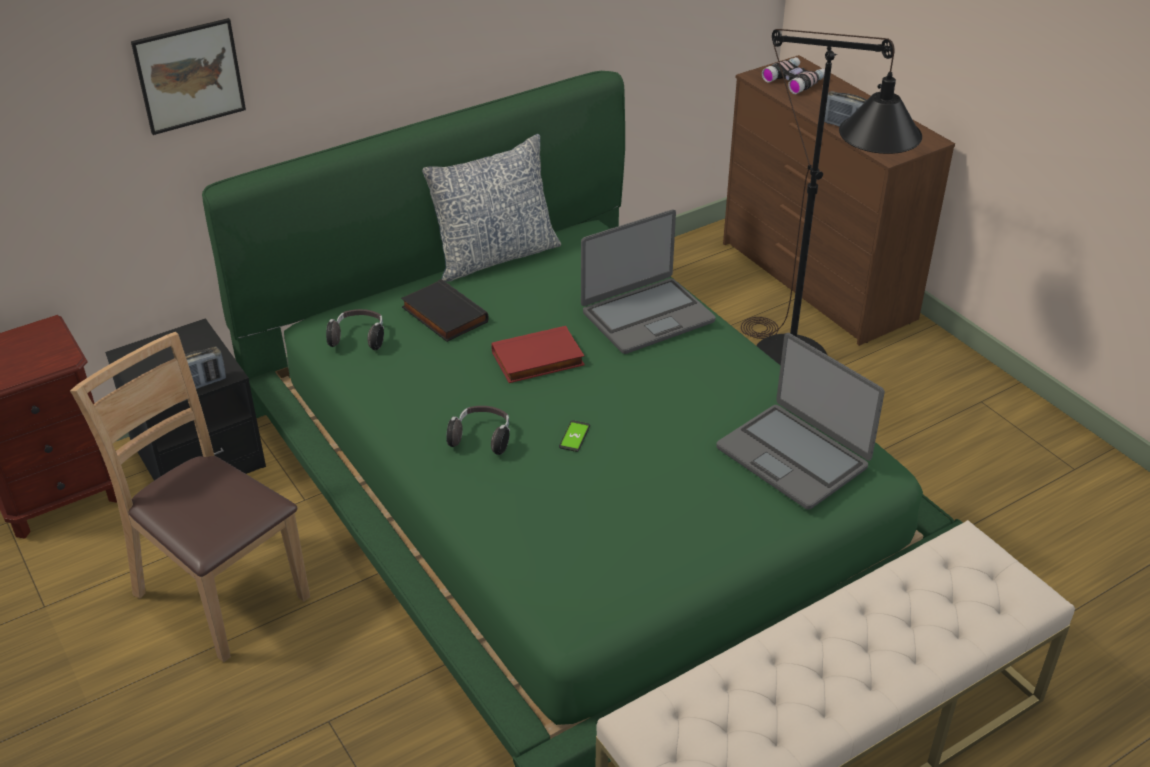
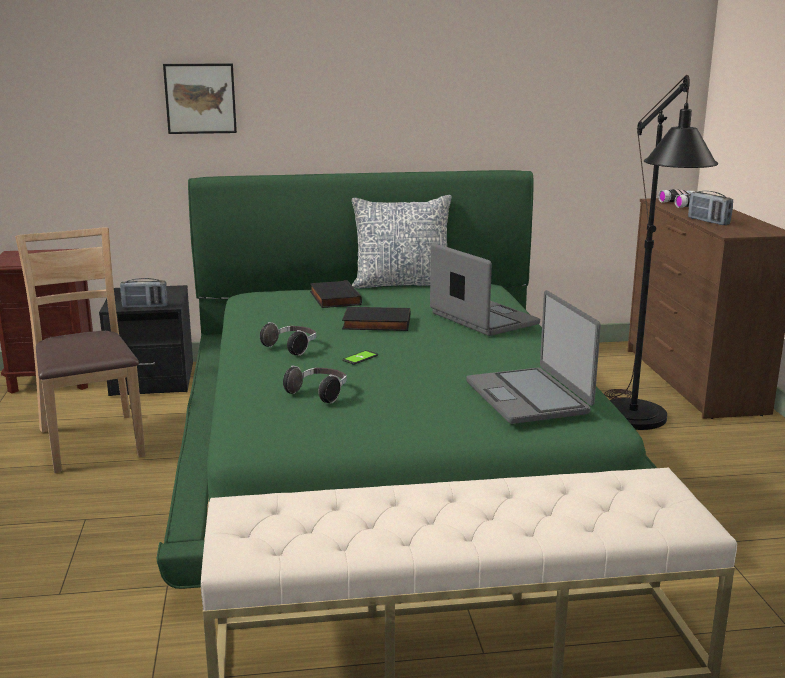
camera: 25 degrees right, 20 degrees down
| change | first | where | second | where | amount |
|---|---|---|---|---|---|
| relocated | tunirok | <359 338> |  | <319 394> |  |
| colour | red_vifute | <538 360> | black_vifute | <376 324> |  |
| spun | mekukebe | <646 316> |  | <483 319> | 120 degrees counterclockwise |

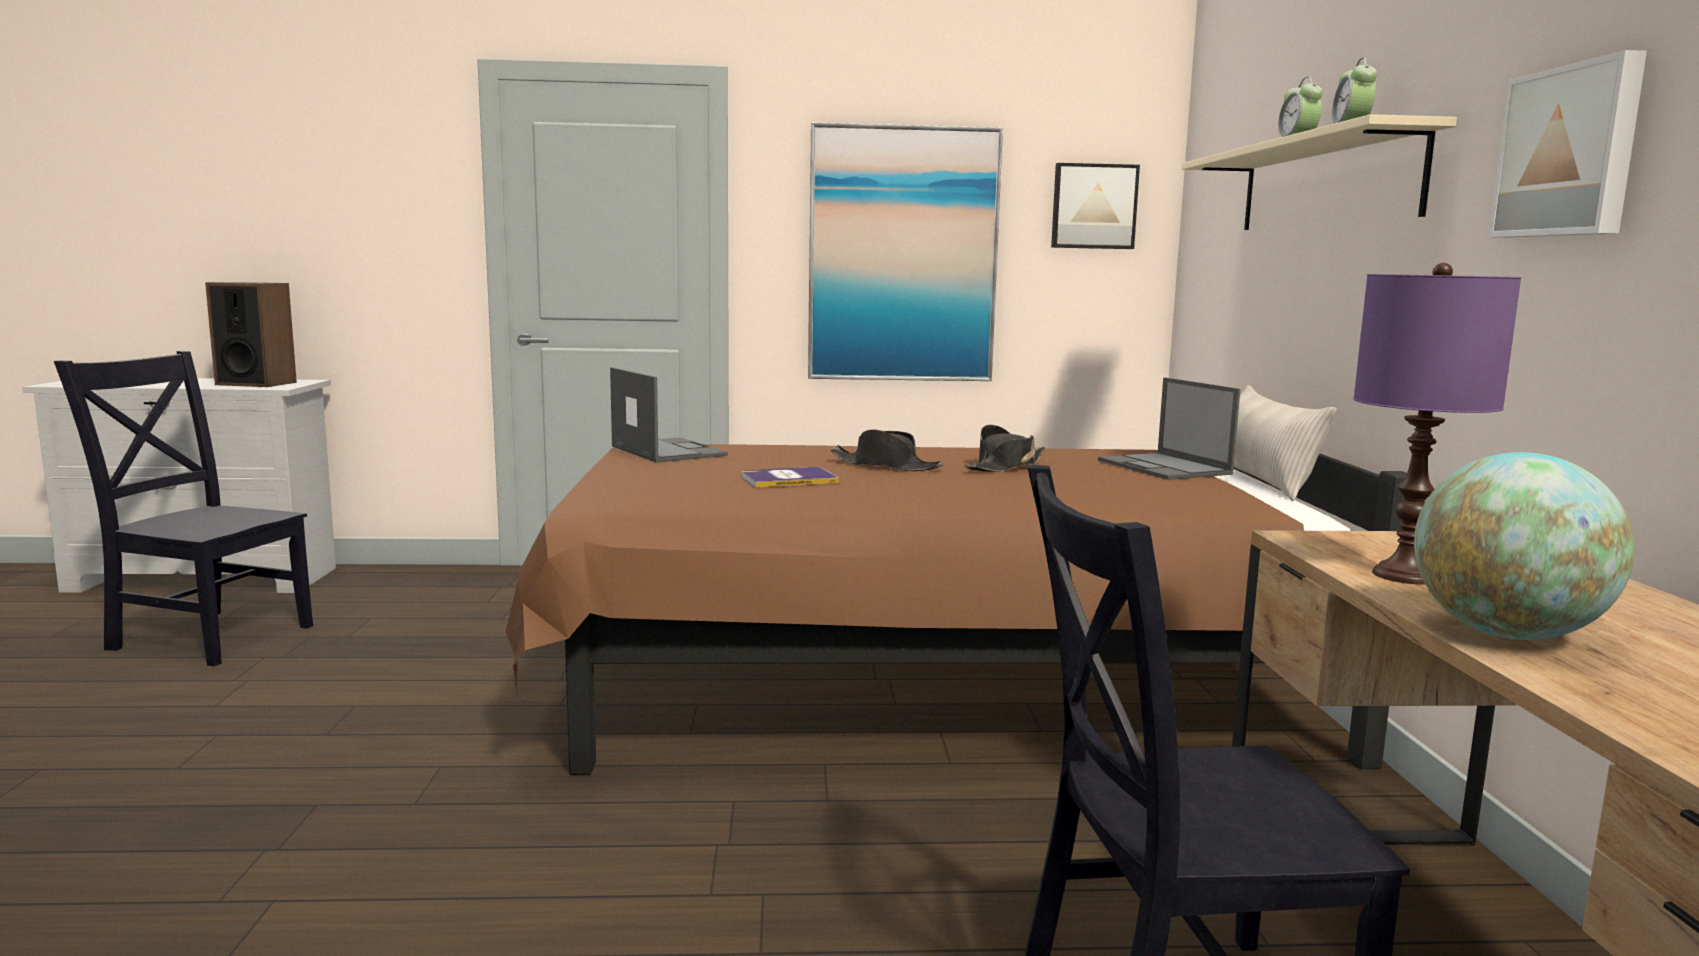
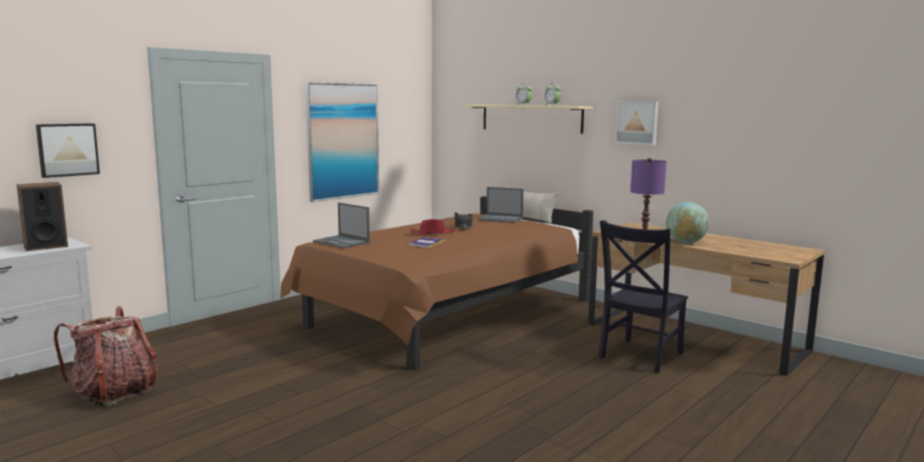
camera: 45 degrees left, 0 degrees up
| change | first | where | second | where | amount |
|---|---|---|---|---|---|
| exchanged | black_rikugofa | <207 636> | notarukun | <114 392> |  |
| spun | mekukebe | <667 451> |  | <342 242> | 150 degrees counterclockwise |
| colour | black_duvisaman | <886 466> | red_duvisaman | <432 233> |  |
| relocated | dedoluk | <1093 206> |  | <67 149> |  |

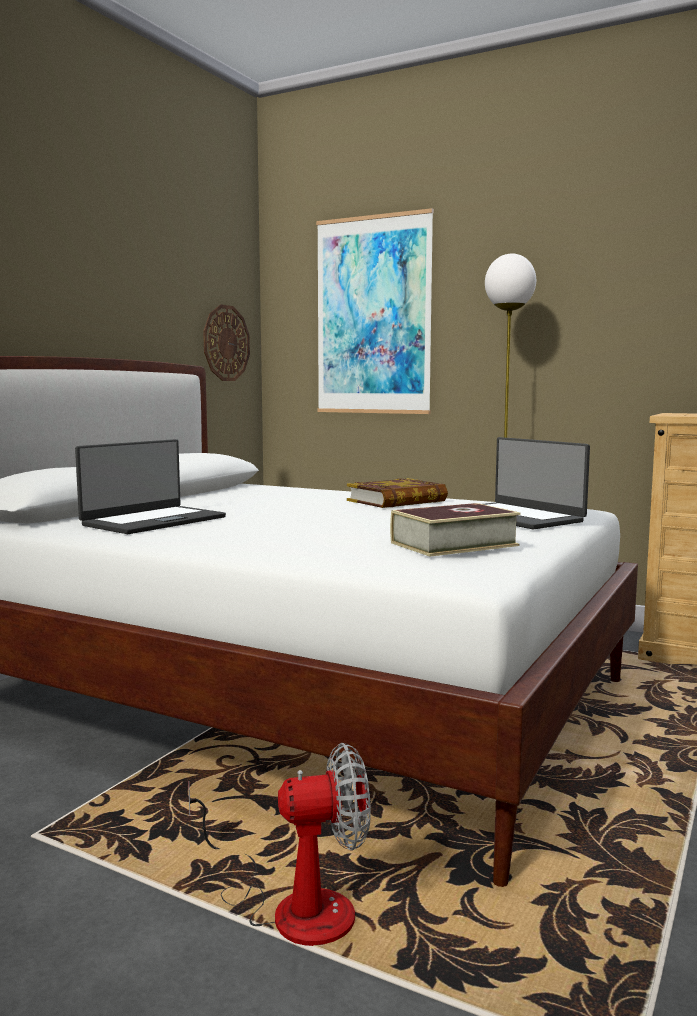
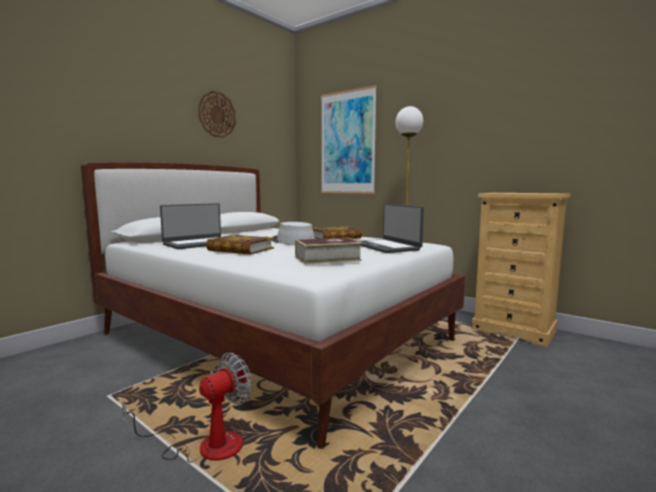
camera: 10 degrees right, 0 degrees up
| change | first | where | second | where | amount |
|---|---|---|---|---|---|
| spun | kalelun | <292 906> |  | <205 446> | 45 degrees counterclockwise |
| relocated | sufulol | <226 343> |  | <217 114> |  |
| appeared |  |  | vifute | <240 249> |  |
| appeared |  |  | grey_duvisaman | <292 241> |  |

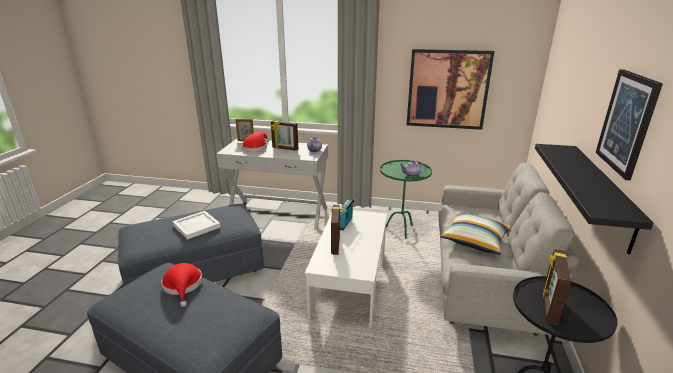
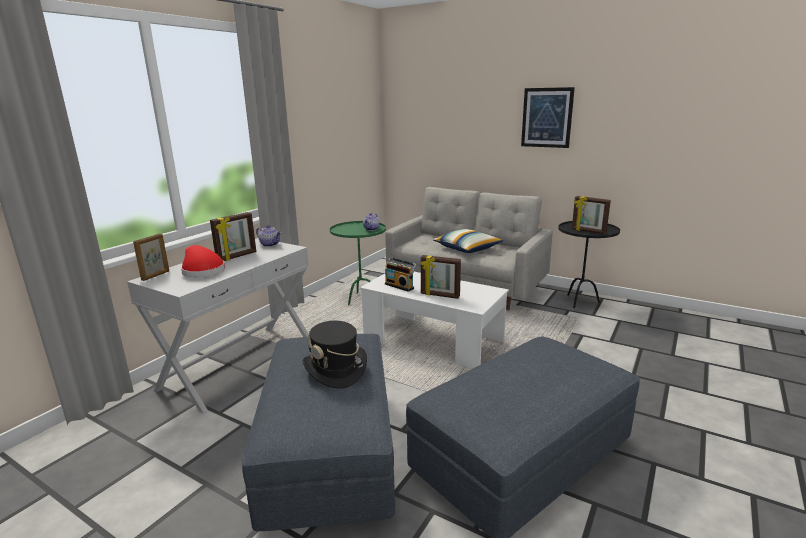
camera: 70 degrees left, 5 degrees down
| change | first | where | second | where | amount |
|---|---|---|---|---|---|
| missing | red_duvisaman | <183 286> |  |  |  |
| exchanged | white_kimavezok | <196 226> | black_duvisaman | <336 369> |  |
| missing | dedoluk | <447 89> |  |  |  |
| missing | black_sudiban | <601 194> |  |  |  |

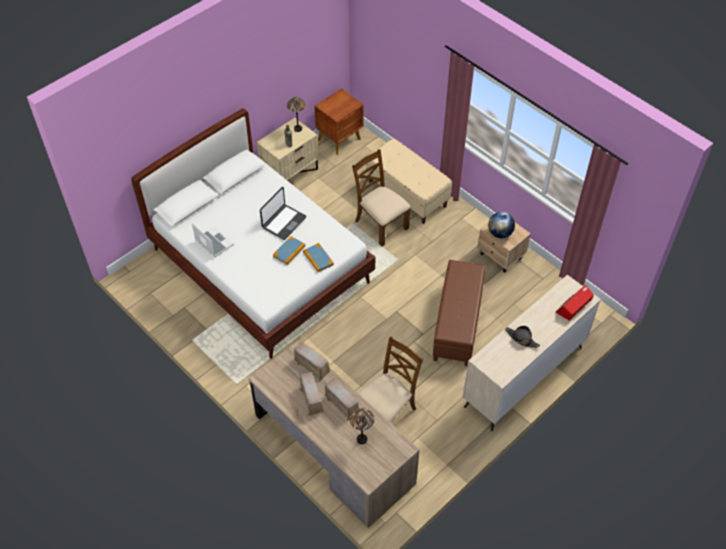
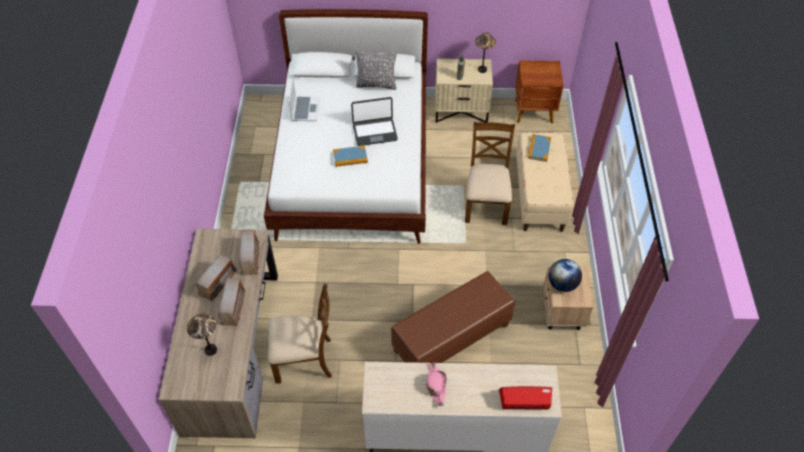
camera: 45 degrees right, 0 degrees up
| change | first | where | second | where | amount |
|---|---|---|---|---|---|
| relocated | vifute | <318 258> |  | <539 149> |  |
| colour | black_duvisaman | <521 339> | pink_duvisaman | <436 385> |  |
| appeared |  |  | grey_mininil | <376 84> |  |

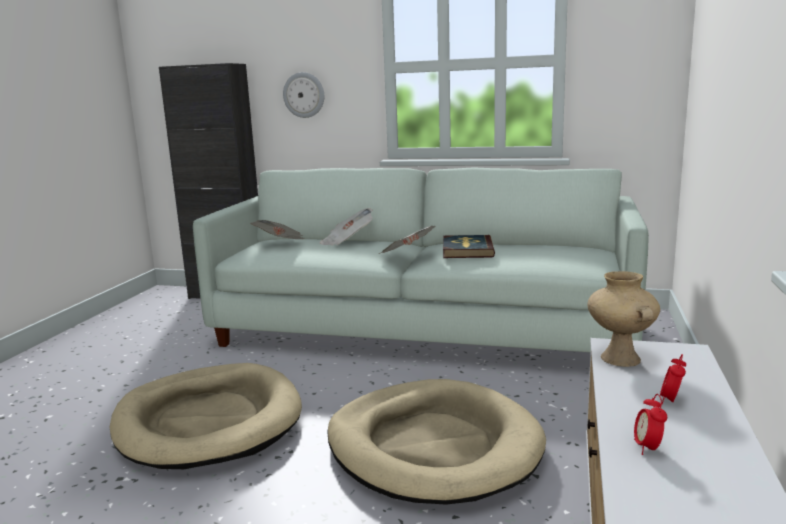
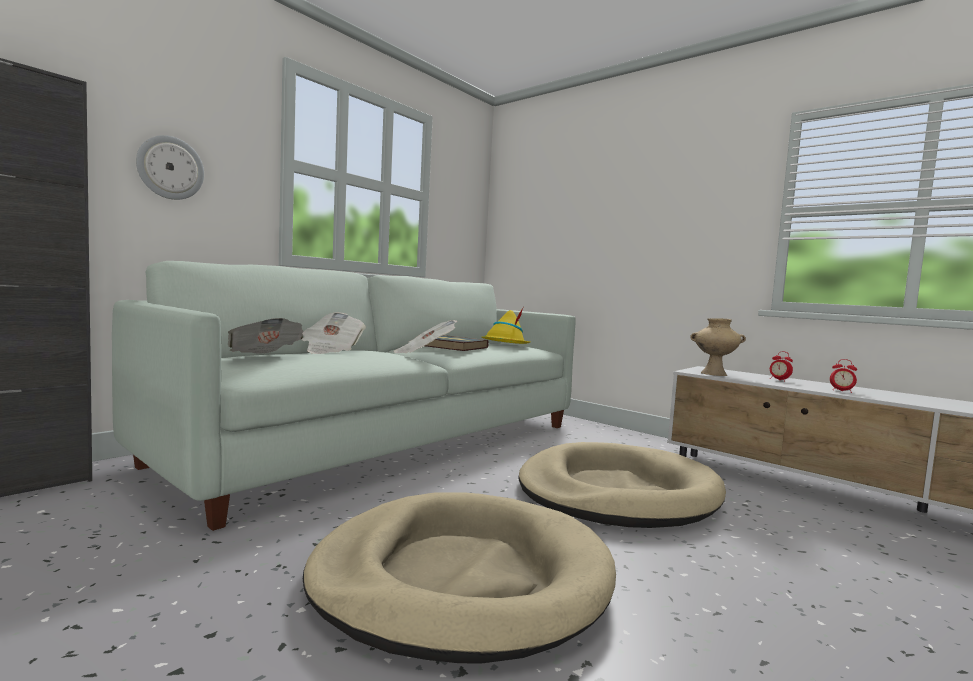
camera: 65 degrees left, 10 degrees down
| change | first | where | second | where | amount |
|---|---|---|---|---|---|
| appeared |  |  | yellow_duvisaman | <505 344> |  |

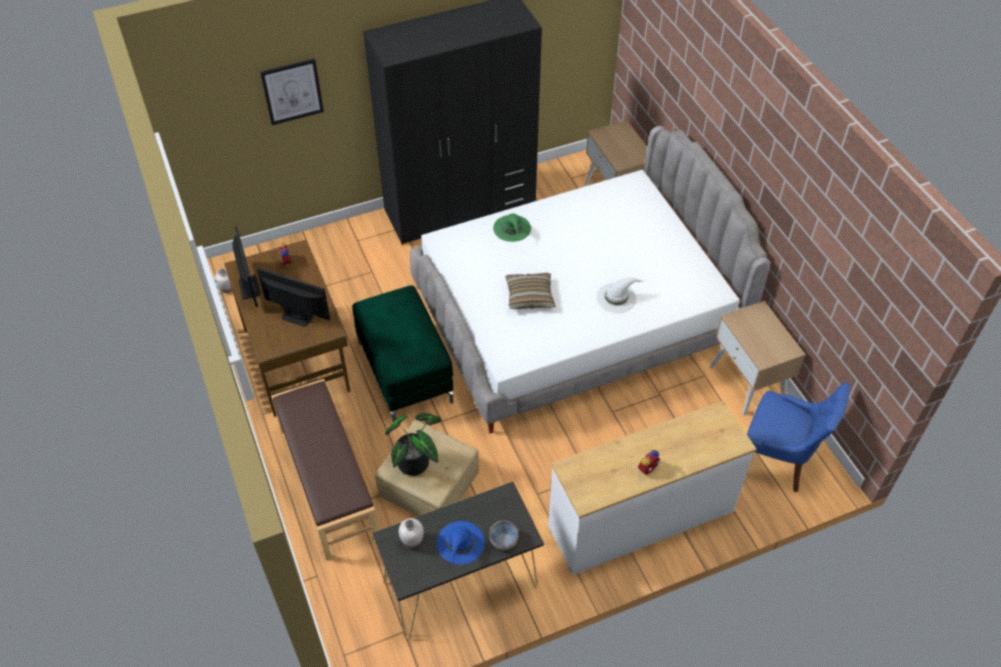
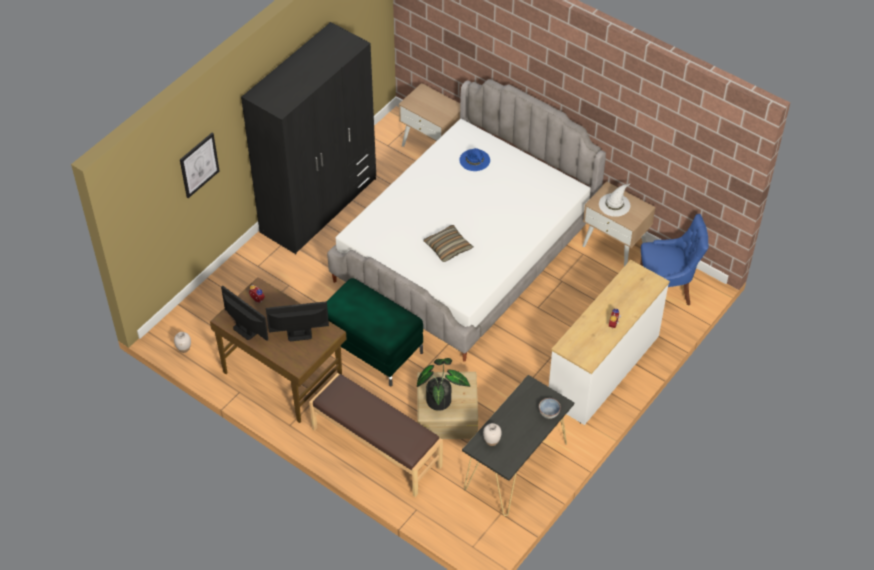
camera: 30 degrees left, 0 degrees up
| change | first | where | second | where | amount |
|---|---|---|---|---|---|
| relocated | blue_duvisaman | <460 543> |  | <475 160> |  |
| missing | green_duvisaman | <512 228> |  |  |  |
| relocated | white_duvisaman | <616 297> |  | <614 204> |  |

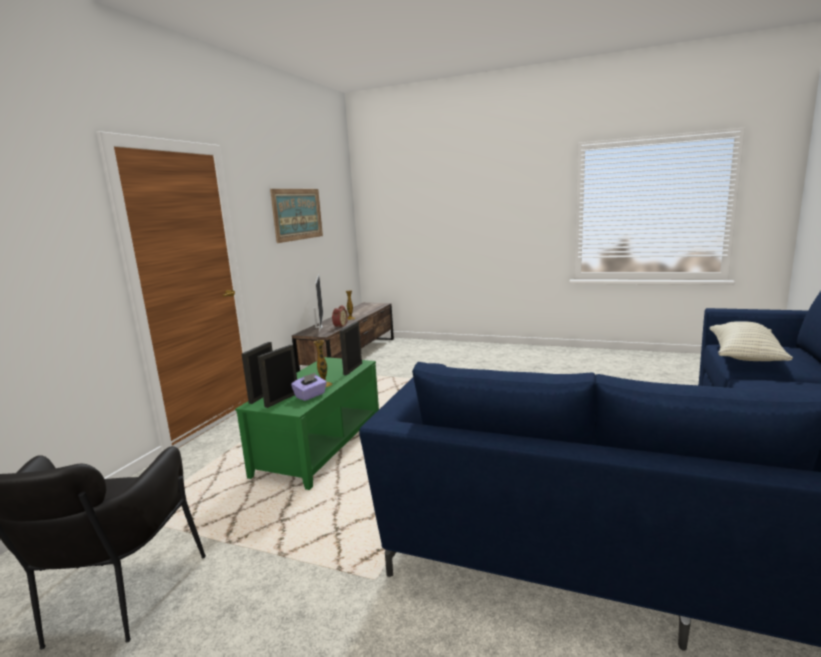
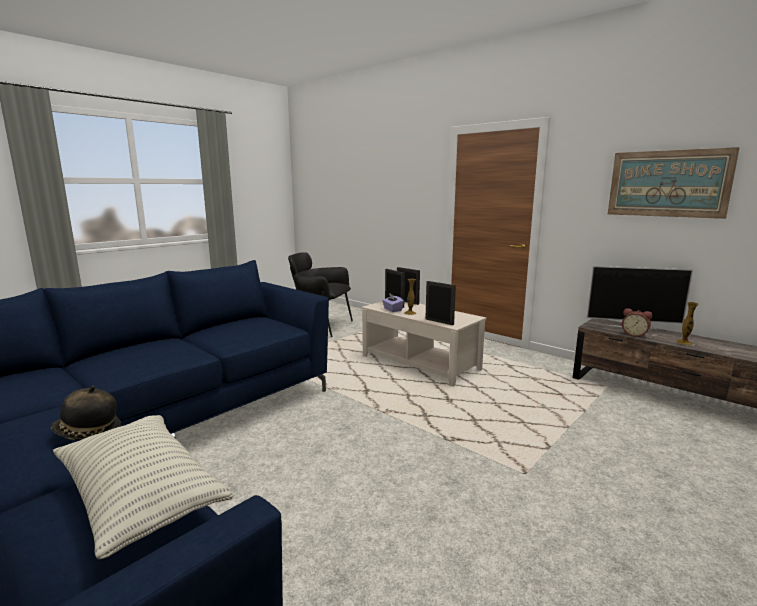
camera: 110 degrees right, 0 degrees up
| change | first | where | second | where | amount |
|---|---|---|---|---|---|
| colour | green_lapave | <320 446> | beige_lapave | <419 363> |  |
| appeared |  |  | duvisaman | <87 433> |  |

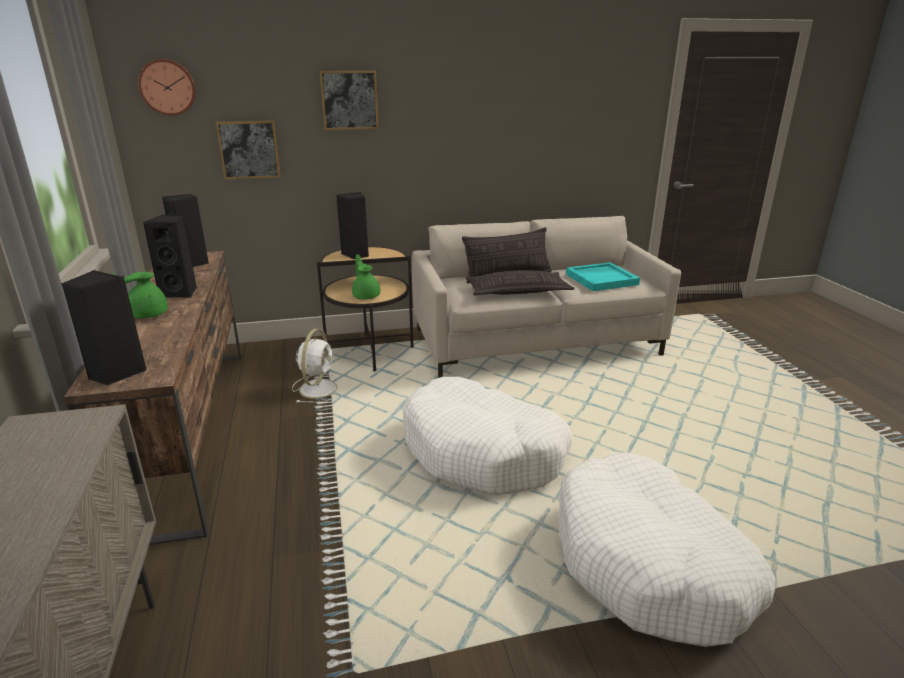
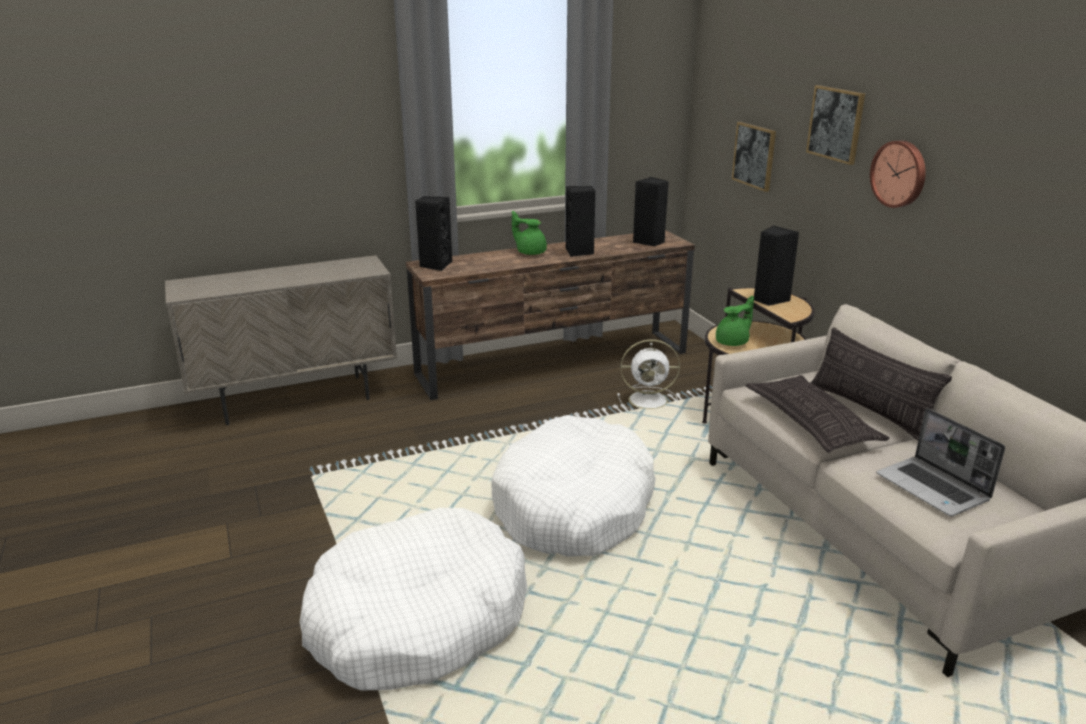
camera: 80 degrees right, 0 degrees up
| change | first | where | second | where | amount |
|---|---|---|---|---|---|
| relocated | sufulol | <168 87> |  | <900 174> |  |
| exchanged | turquoise_kimavezok | <601 279> | mekukebe | <933 488> |  |

